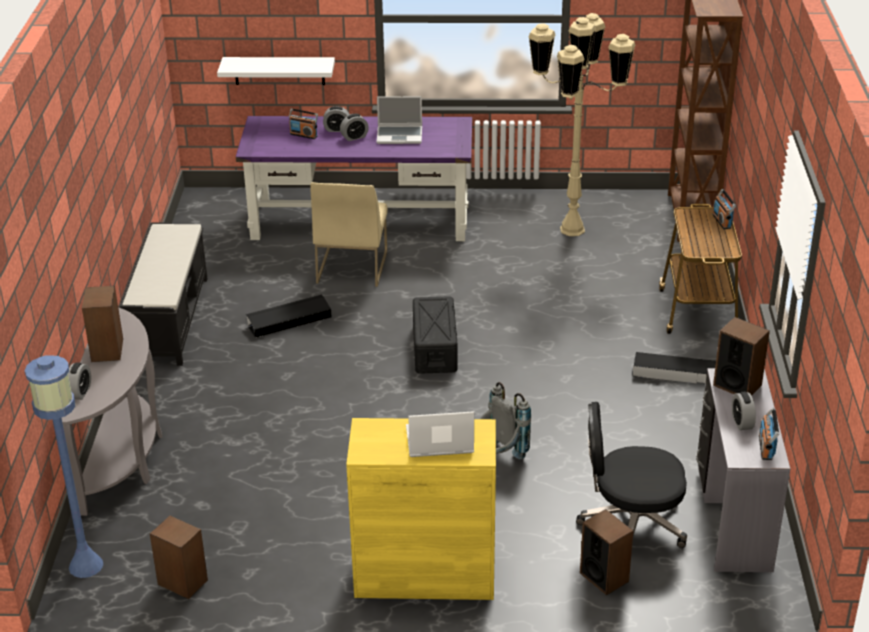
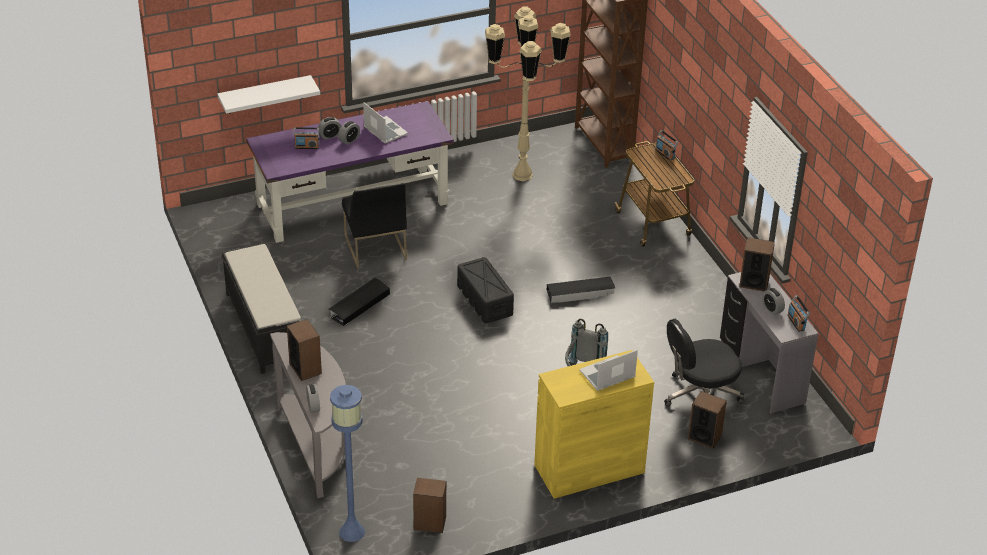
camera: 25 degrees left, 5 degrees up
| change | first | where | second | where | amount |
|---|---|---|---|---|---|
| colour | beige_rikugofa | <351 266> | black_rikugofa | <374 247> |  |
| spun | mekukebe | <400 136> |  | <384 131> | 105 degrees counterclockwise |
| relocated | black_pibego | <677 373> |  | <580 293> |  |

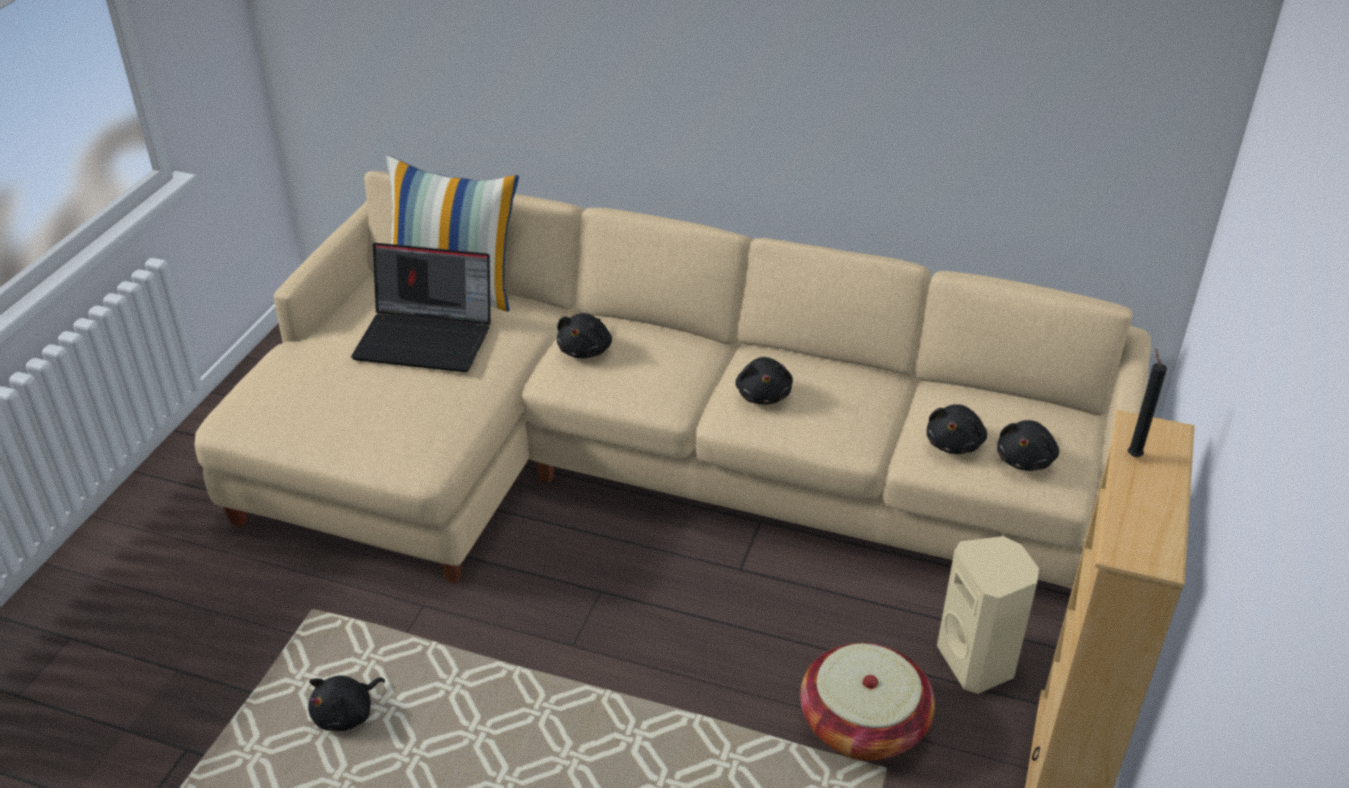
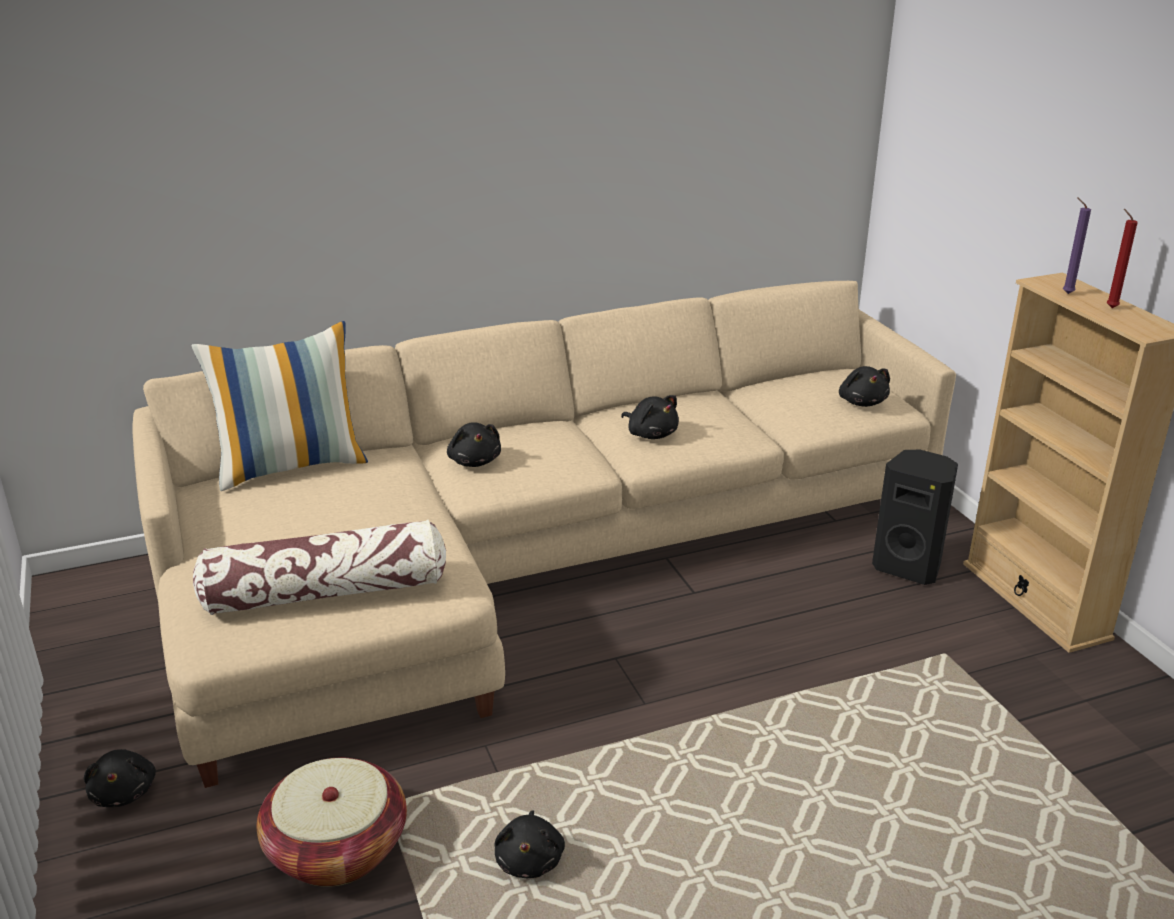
camera: 40 degrees left, 10 degrees down
| change | first | where | second | where | amount |
|---|---|---|---|---|---|
| missing | mekukebe | <427 338> |  |  |  |
| relocated | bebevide | <863 724> |  | <337 849> |  |
| relocated | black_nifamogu | <955 443> |  | <124 792> |  |
| colour | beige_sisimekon | <978 662> | black_sisimekon | <908 567> |  |
| colour | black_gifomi | <1133 455> | purple_gifomi | <1065 293> |  |
| appeared |  |  | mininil | <326 592> |  |
| appeared |  |  | red_gifomi | <1110 307> |  |

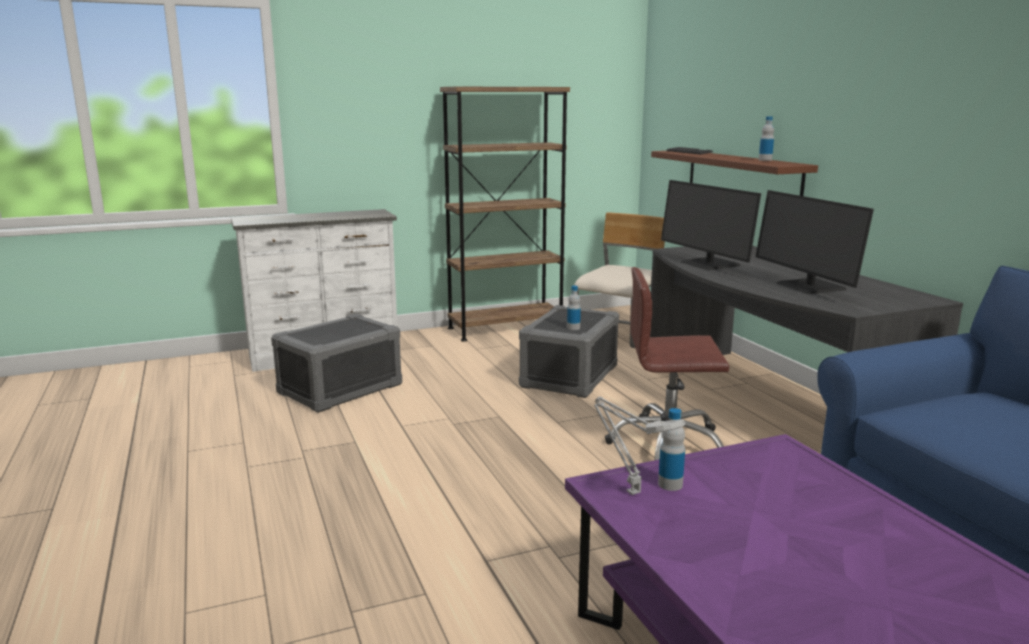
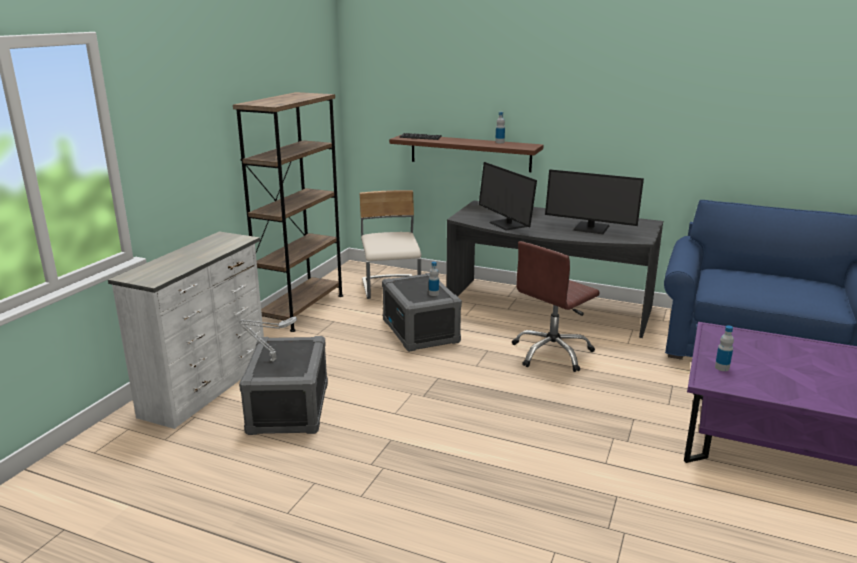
camera: 45 degrees left, 5 degrees up
| change | first | where | second | where | amount |
|---|---|---|---|---|---|
| relocated | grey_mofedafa | <630 491> |  | <271 360> |  |
| spun | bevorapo | <708 264> |  | <508 224> | 45 degrees clockwise |

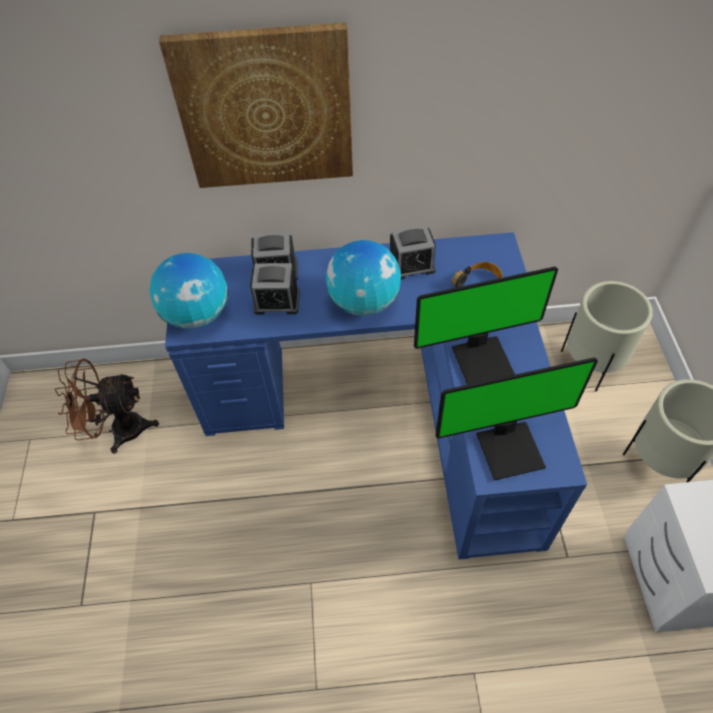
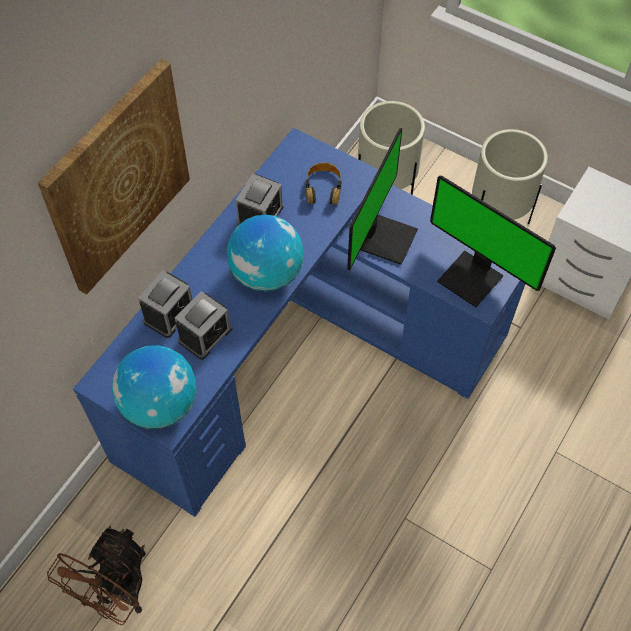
camera: 55 degrees left, 5 degrees up
| change | first | where | second | where | amount |
|---|---|---|---|---|---|
| spun | bevorapo | <509 448> |  | <472 278> | 105 degrees clockwise |

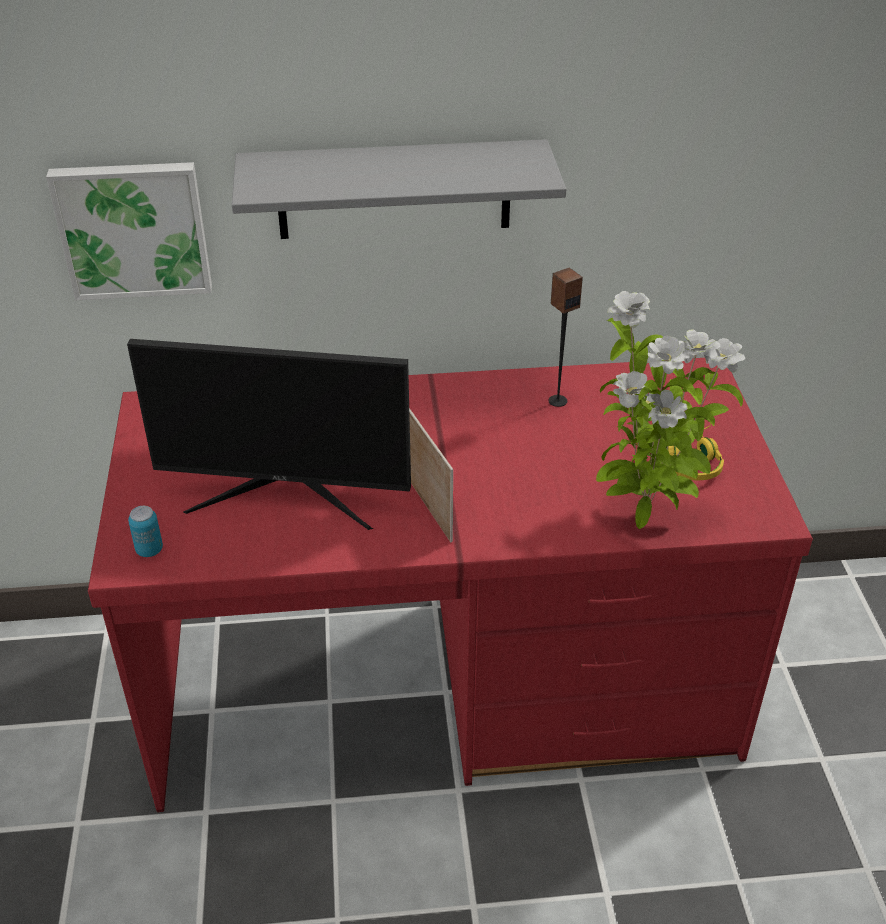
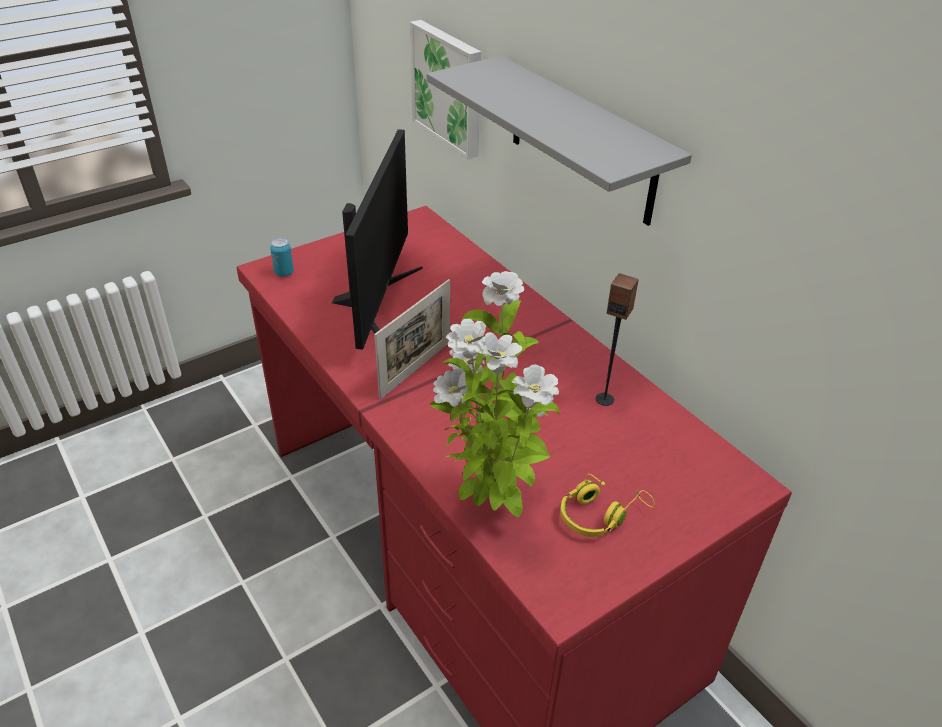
camera: 60 degrees right, 0 degrees up
| change | first | where | second | where | amount |
|---|---|---|---|---|---|
| spun | bevorapo | <286 493> |  | <377 304> | 150 degrees counterclockwise |

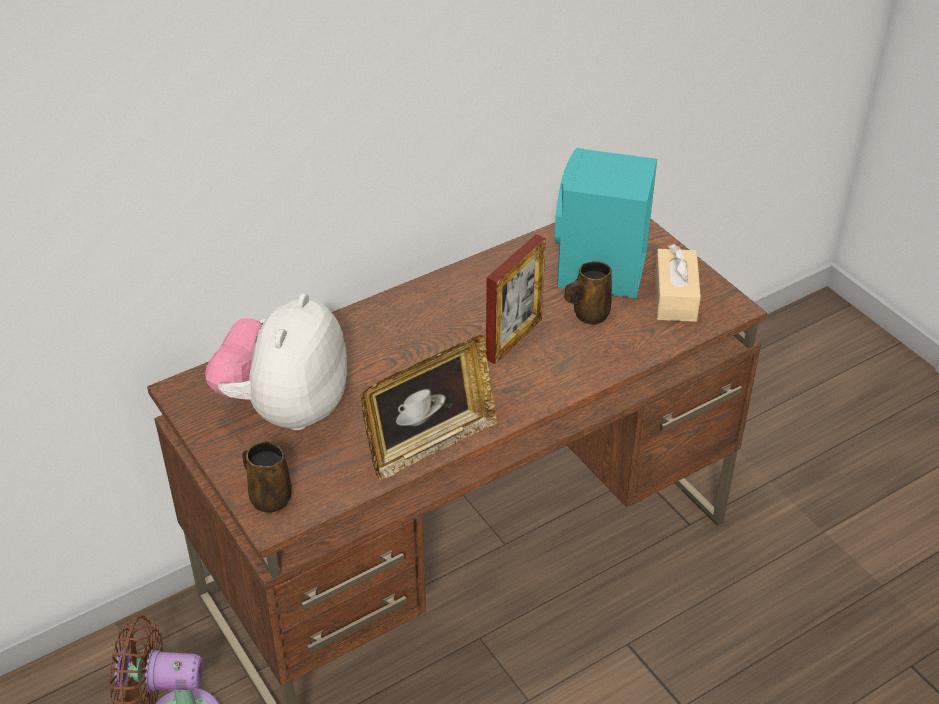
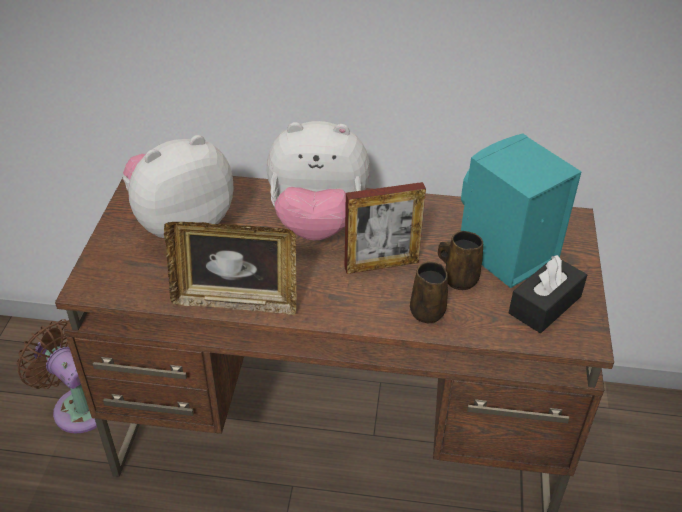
camera: 40 degrees right, 0 degrees up
| change | first | where | second | where | amount |
|---|---|---|---|---|---|
| relocated | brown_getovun | <269 497> |  | <427 310> |  |
| colour | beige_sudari | <675 297> | black_sudari | <545 305> |  |
| appeared |  |  | nifamogu | <317 222> |  |

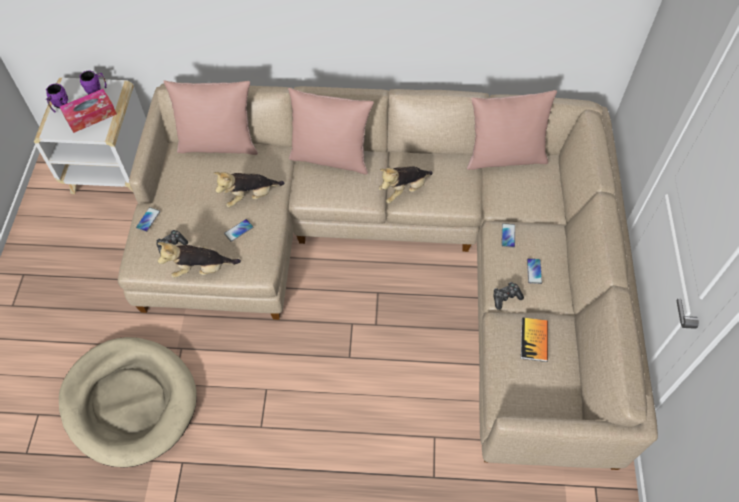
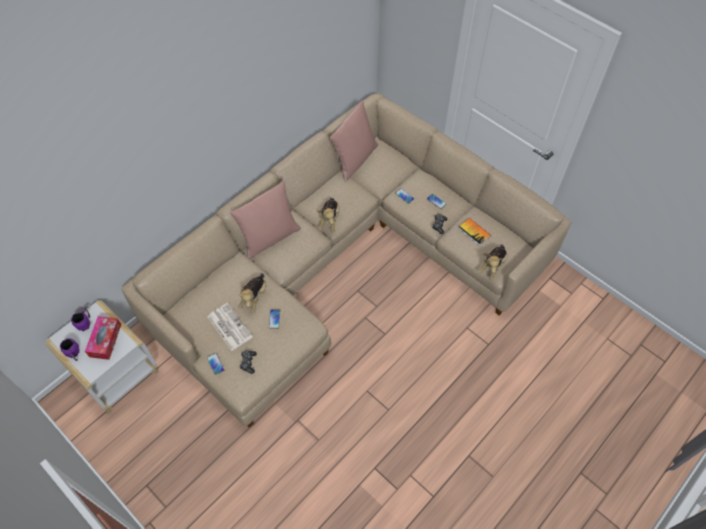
camera: 50 degrees left, 0 degrees up
| change | first | where | second | where | amount |
|---|---|---|---|---|---|
| missing | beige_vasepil | <130 402> |  |  |  |
| relocated | nifamogu | <201 269> |  | <492 266> |  |
| missing | pink_mininil | <219 144> |  |  |  |
| appeared |  |  | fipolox | <229 326> |  |

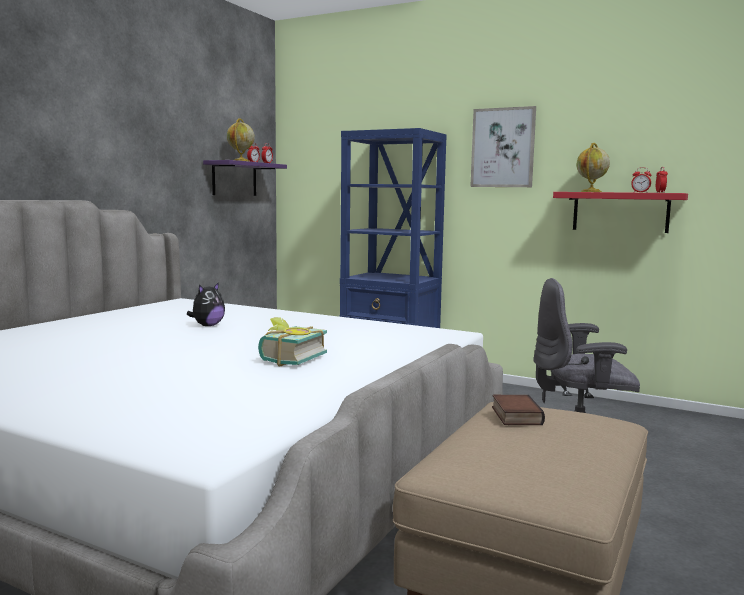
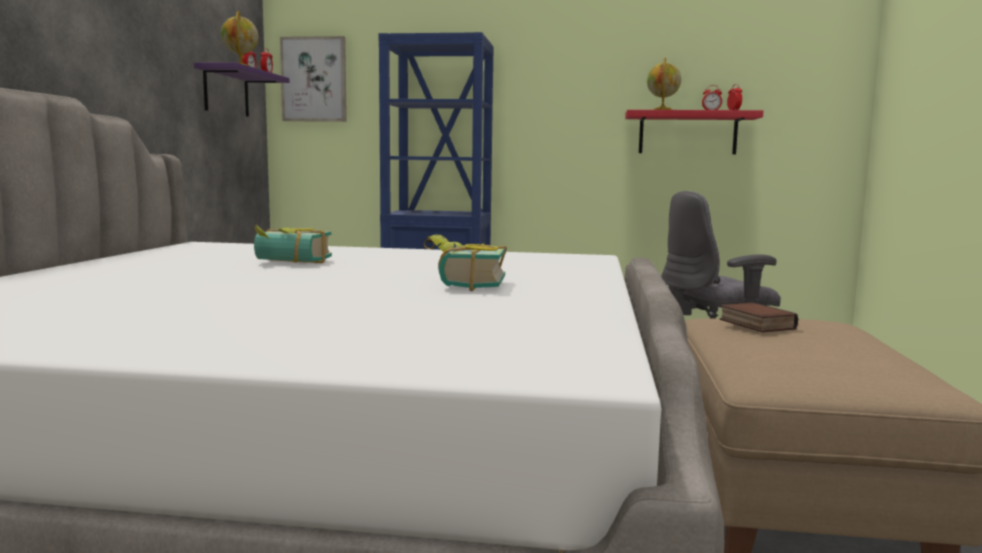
camera: 20 degrees left, 0 degrees up
| change | first | where | second | where | amount |
|---|---|---|---|---|---|
| exchanged | nifamogu | <207 326> | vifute | <290 263> |  |
| relocated | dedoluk | <503 148> |  | <314 79> |  |

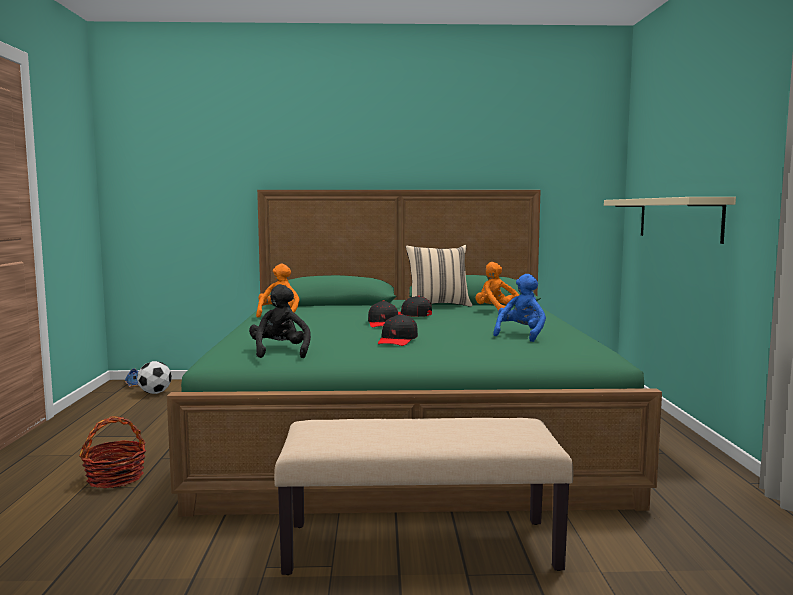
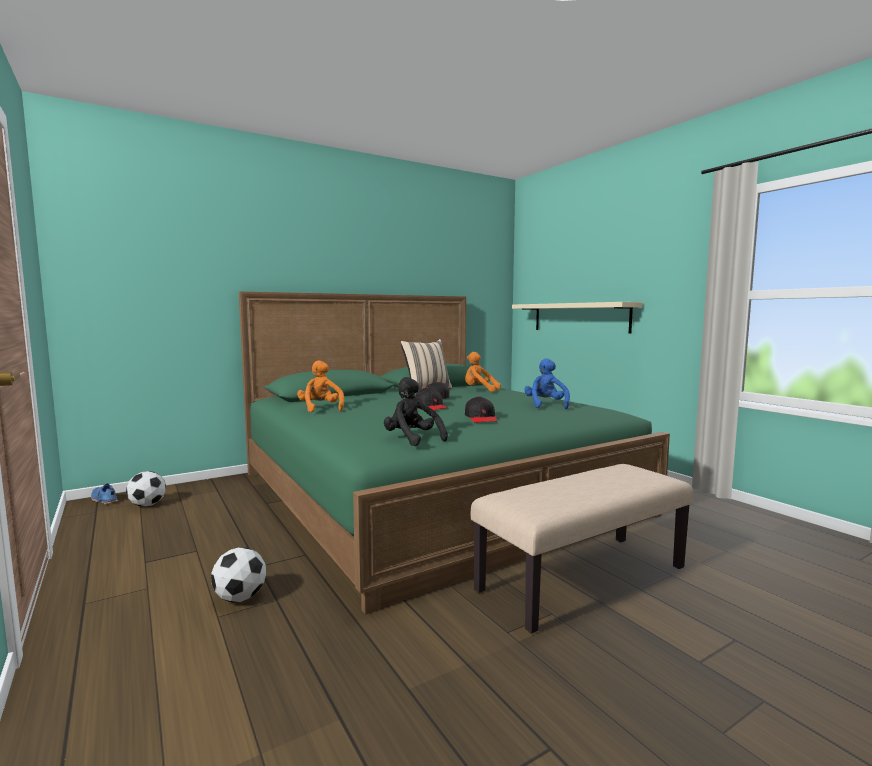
camera: 30 degrees left, 0 degrees up
| change | first | where | second | where | amount |
|---|---|---|---|---|---|
| exchanged | bebevide | <115 478> | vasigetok | <240 598> |  |

